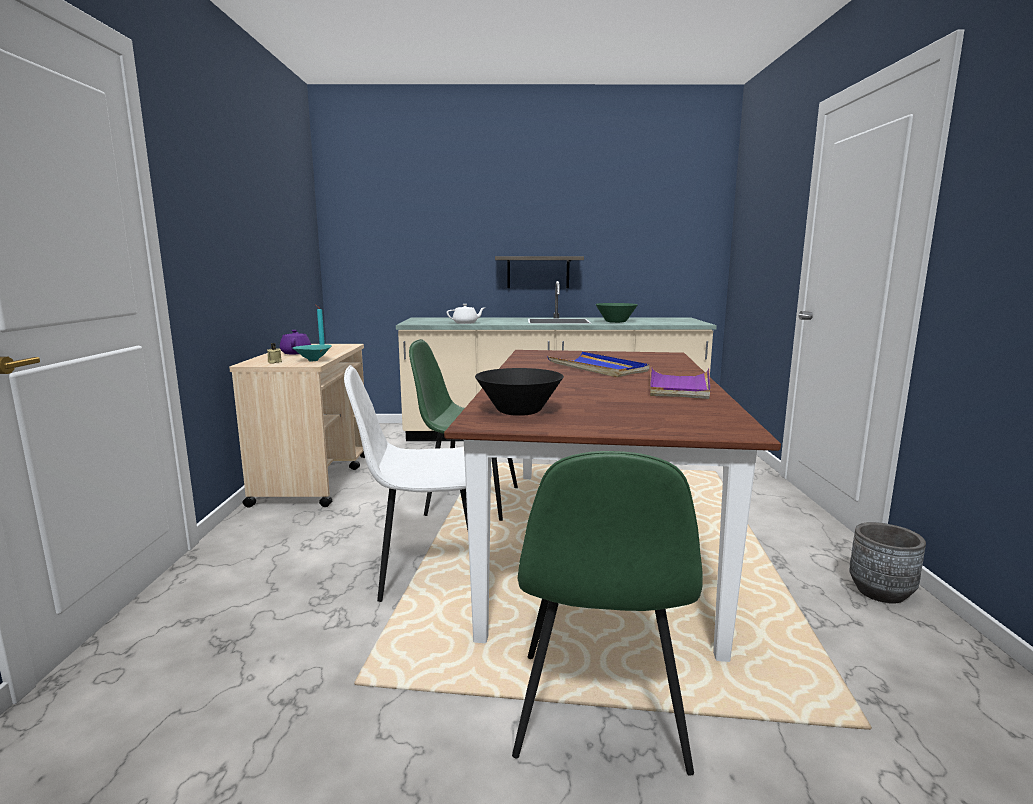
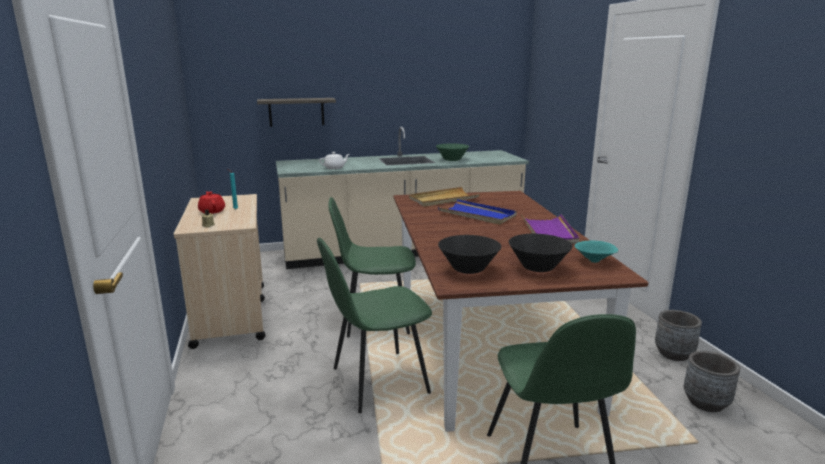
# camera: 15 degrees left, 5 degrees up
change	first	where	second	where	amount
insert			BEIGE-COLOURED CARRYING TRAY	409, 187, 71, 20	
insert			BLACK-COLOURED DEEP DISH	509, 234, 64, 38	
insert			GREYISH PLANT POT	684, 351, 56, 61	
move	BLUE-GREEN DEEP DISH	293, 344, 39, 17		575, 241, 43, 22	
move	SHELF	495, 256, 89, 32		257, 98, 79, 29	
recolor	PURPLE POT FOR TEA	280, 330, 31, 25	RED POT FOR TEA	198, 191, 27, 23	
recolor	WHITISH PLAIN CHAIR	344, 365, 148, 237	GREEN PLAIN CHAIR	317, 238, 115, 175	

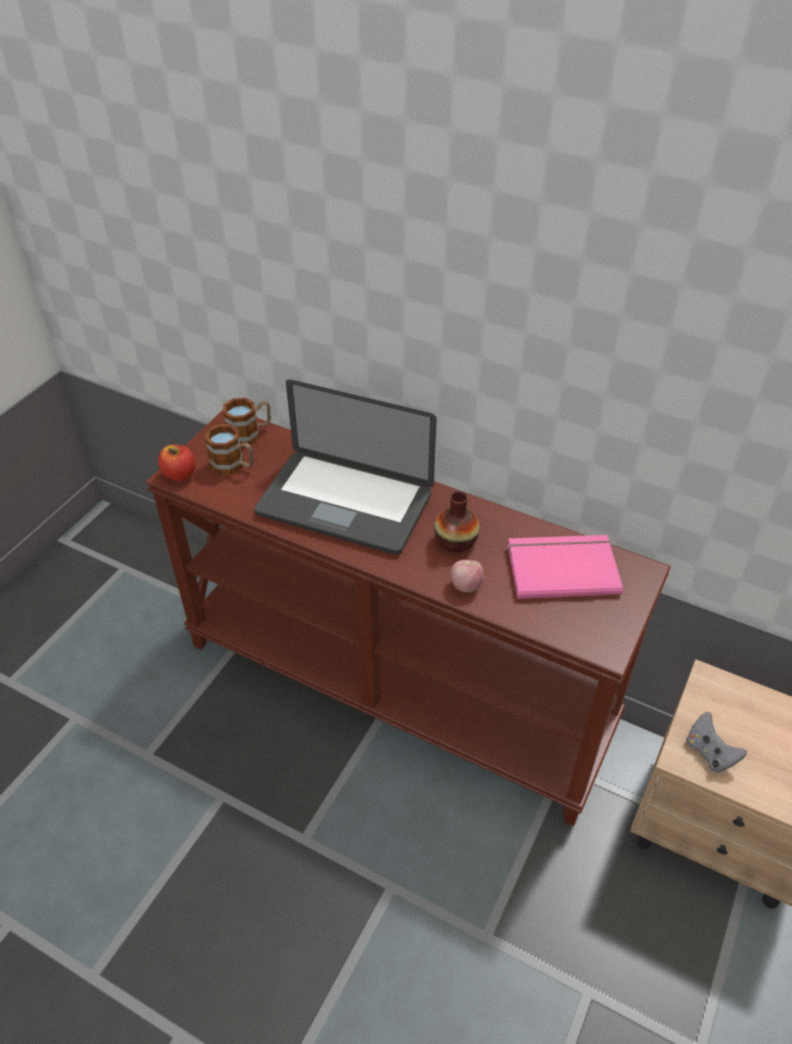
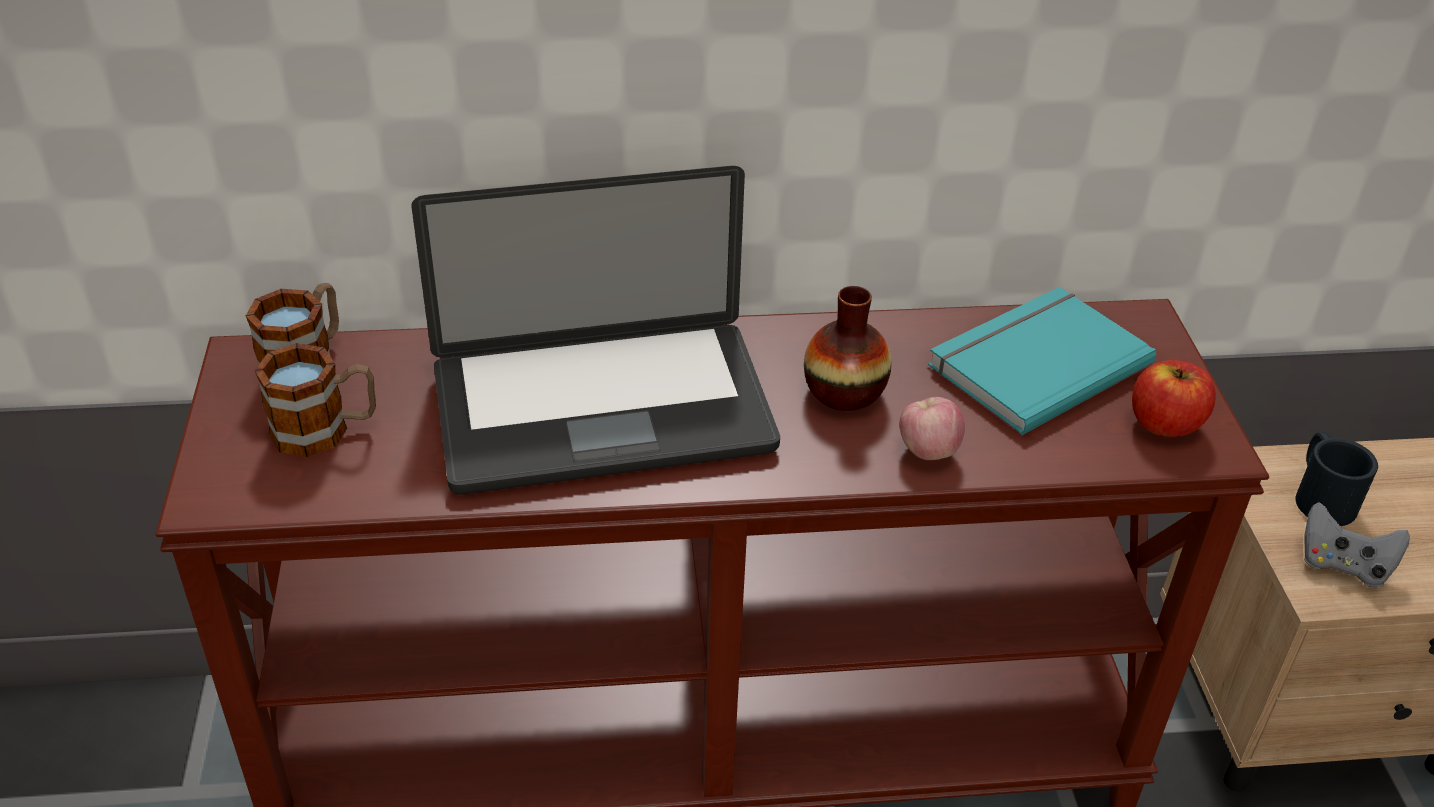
# camera: 35 degrees left, 5 degrees down
change	first	where	second	where	amount
insert			BLACK-COLOURED COFFEE MUG	1296, 432, 82, 94	
move	APPLE	158, 445, 37, 36		1132, 360, 84, 77	
recolor	PINKISH BOUND BOOK	508, 535, 115, 64	BLUE-GREEN BOUND BOOK	928, 287, 228, 148	

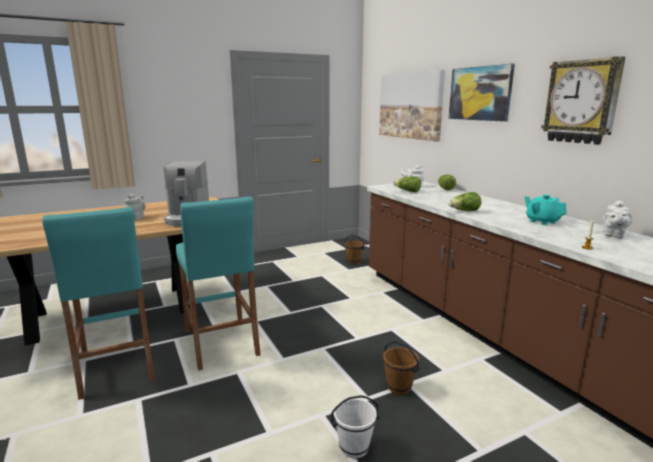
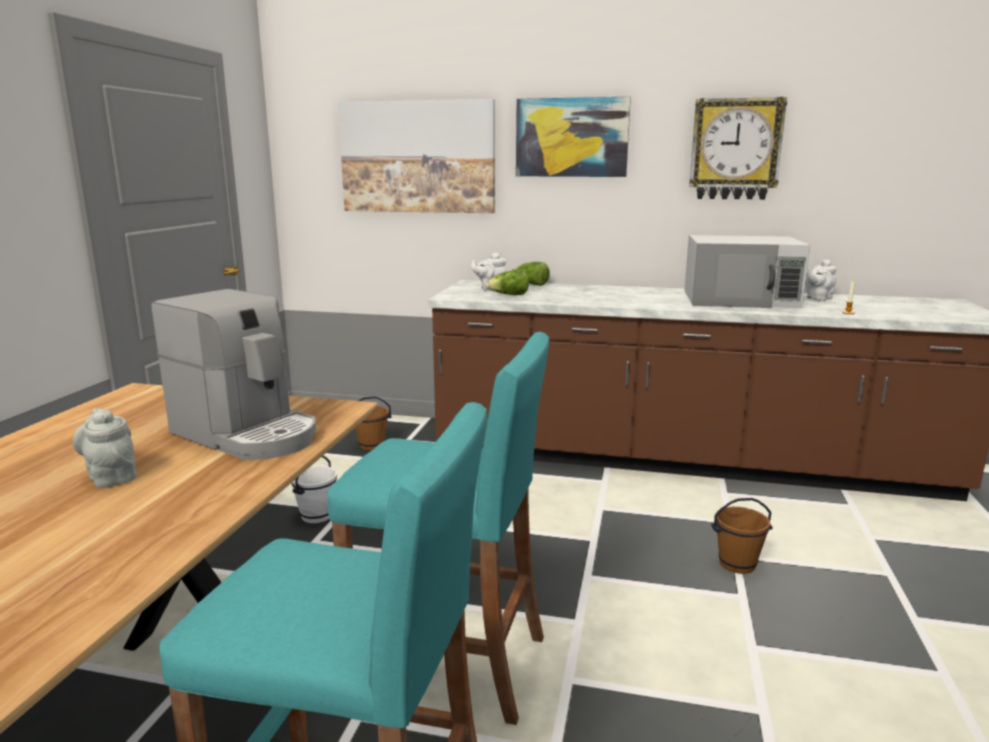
# camera: 50 degrees left, 0 degrees up
change	first	where	second	where	amount
delete	LETTUCE HEAD	448, 192, 34, 19			
move	WHITISH BUCKET	330, 395, 49, 63		291, 456, 46, 67	
replace	BLUE-GREEN POT FOR TEA	524, 194, 43, 31	WHITISH KITCHEN MICROWAVE	684, 235, 126, 73	
rotate	WHITISH POT FOR TEA	602, 200, 31, 39		805, 260, 32, 41	75 degrees clockwise

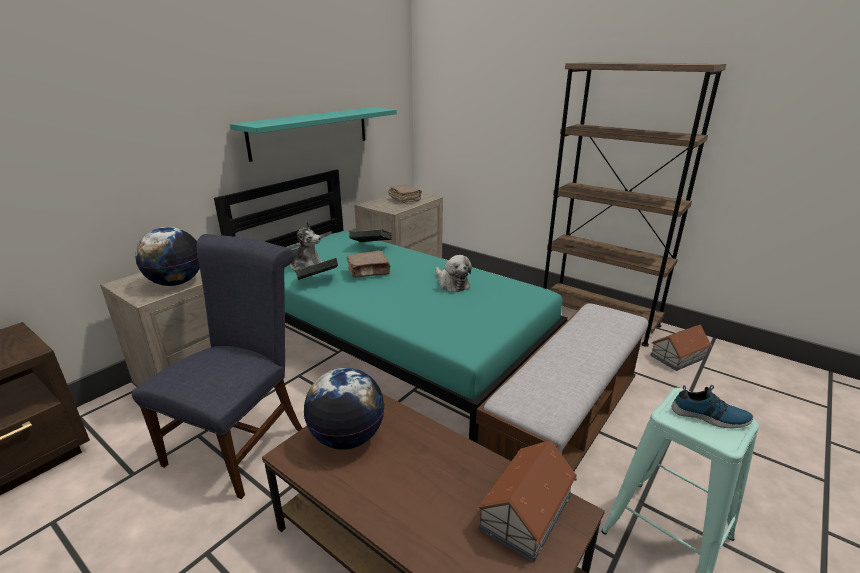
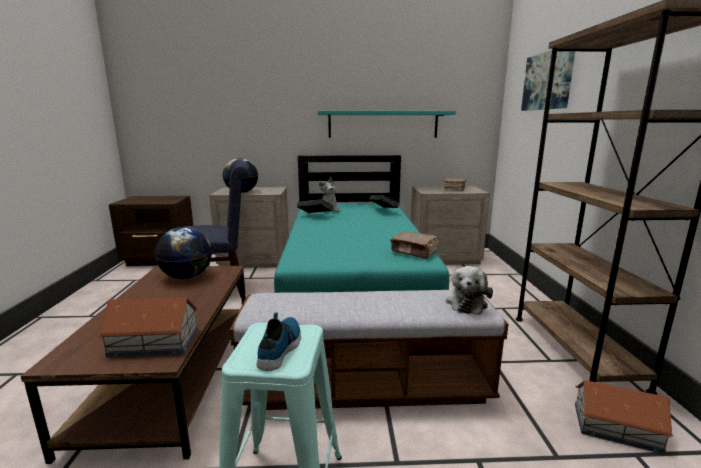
# camera: 50 degrees right, 10 degrees down
change	first	where	second	where	amount
insert			WALL ART	521, 50, 54, 61	
move	BROWNISH BOUND BOOK	347, 251, 44, 26		390, 231, 48, 28	
move	SOFT TOY	436, 255, 36, 37		446, 266, 47, 49	
rotate	SHOE	672, 385, 81, 44		256, 312, 45, 59	150 degrees counterclockwise

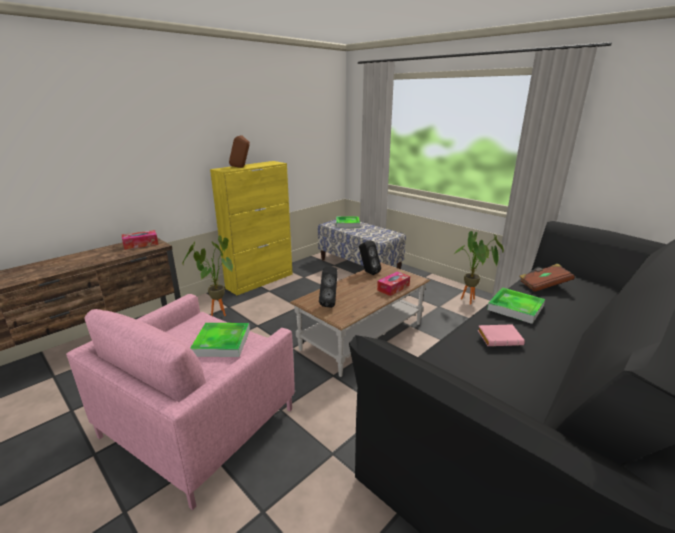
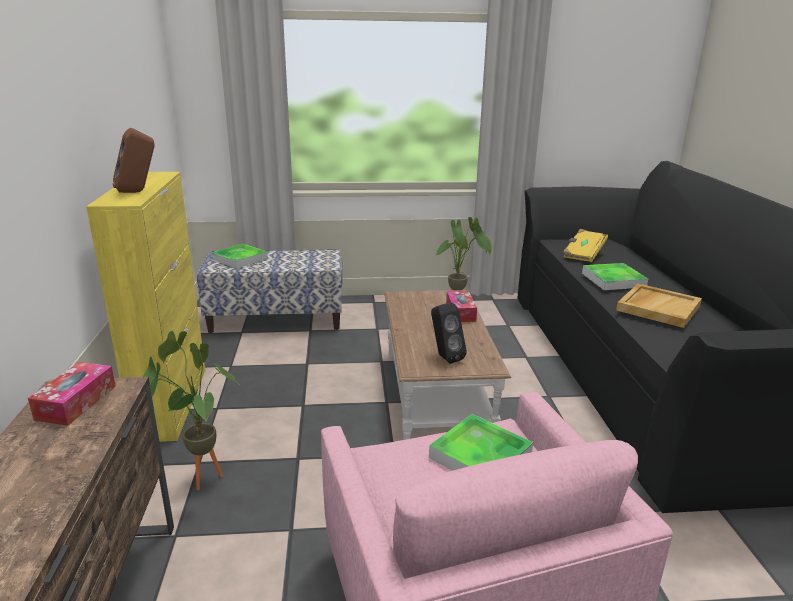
# camera: 50 degrees left, 0 degrees up
change	first	where	second	where	amount
delete	BLACK-COLOURED AUDIO SPEAKER	359, 240, 22, 35			
replace	PINKISH BOUND BOOK	478, 324, 47, 22	BEIGE-COLOURED CARRYING TRAY	616, 284, 86, 44	
recolor	BROWNISH BOUND BOOK	519, 264, 56, 28	YELLOW BOUND BOOK	563, 229, 45, 33	

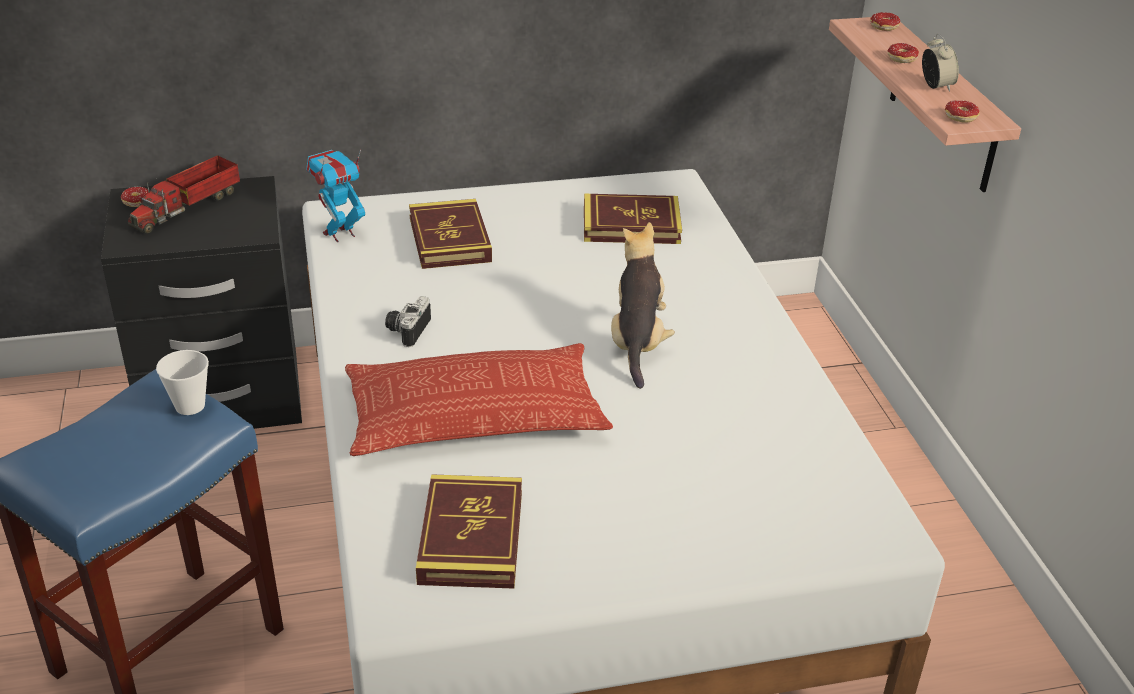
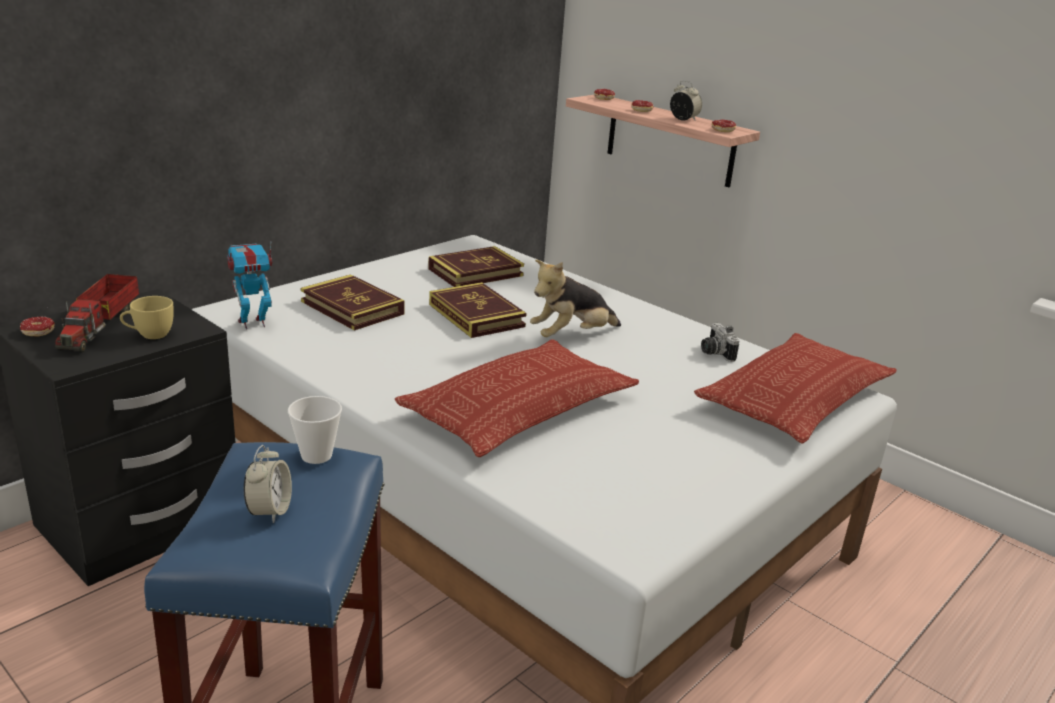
# camera: 35 degrees left, 10 degrees down
change	first	where	second	where	amount
insert			YELLOW CUP	120, 296, 54, 43	
insert			TABLE CLOCK	244, 445, 48, 78	
insert			THROW PILLOW	694, 333, 203, 110	
move	PHOTO CAMERA	385, 296, 46, 51		701, 323, 39, 39	
move	BOUND BOOK	416, 474, 106, 115		429, 282, 98, 56	
rotate	MODEL ROBOT	306, 150, 59, 92		227, 241, 45, 89	45 degrees clockwise
rotate	SOFT TOY	611, 222, 64, 167		530, 259, 91, 78	90 degrees counterclockwise

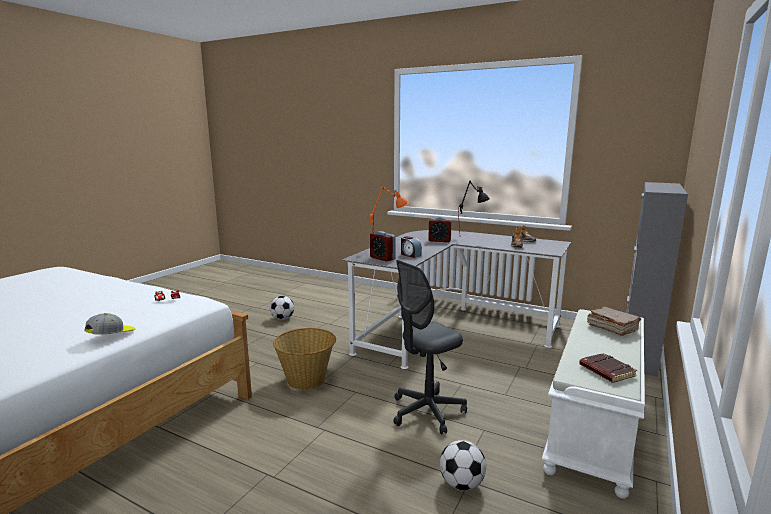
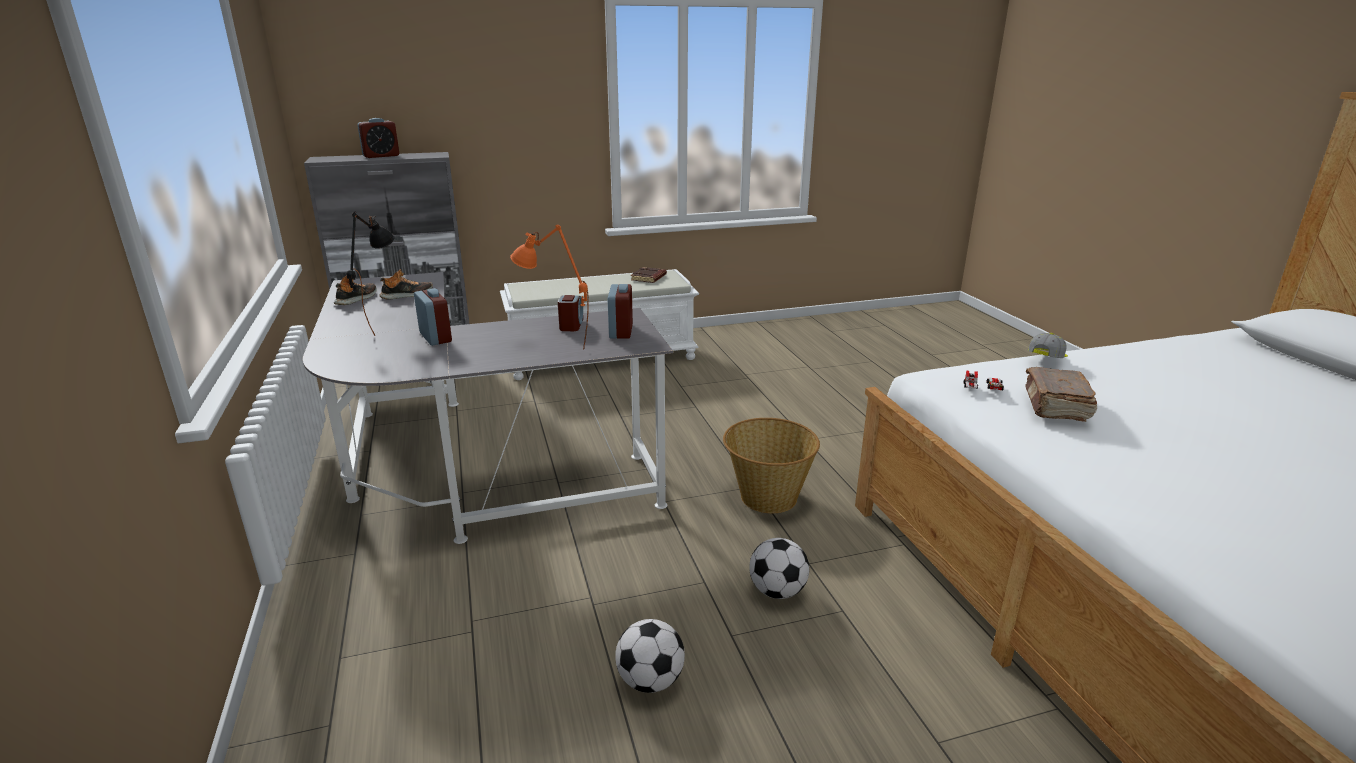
# camera: 135 degrees left, 10 degrees up
change	first	where	second	where	amount
delete	GREYISH OFFICE CHAIR	393, 260, 74, 175			
insert			TABLE CLOCK	357, 118, 42, 40	
move	BALL FOR FOOTBALL	440, 440, 46, 50		749, 538, 60, 61	
move	BROWNISH BOUND BOOK	587, 307, 54, 29		1025, 367, 72, 55	
rotate	BASEBALL CAP	85, 313, 50, 22		1028, 333, 40, 25	150 degrees clockwise

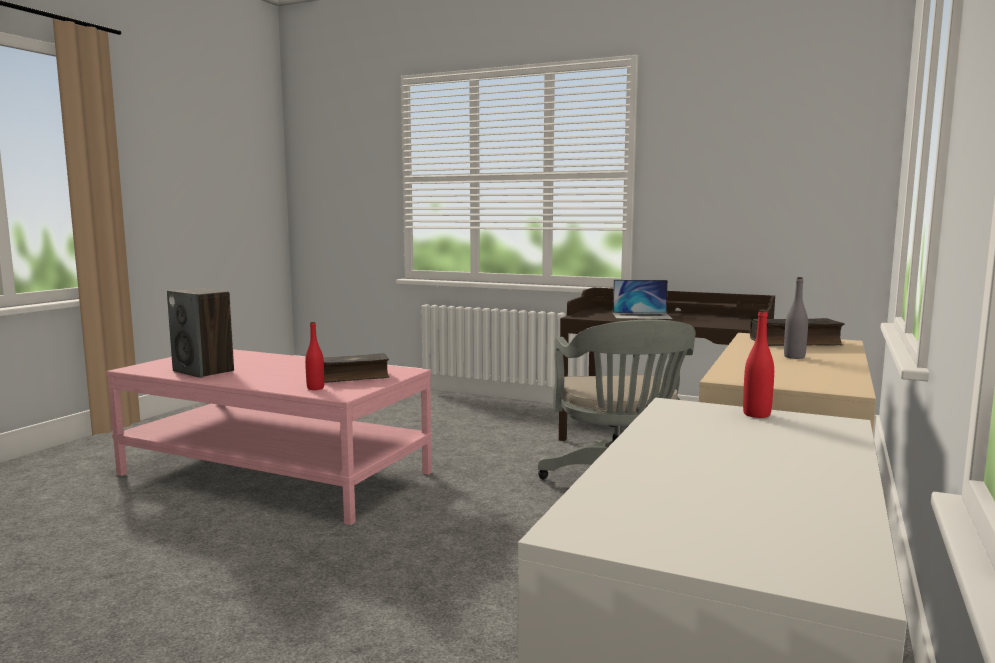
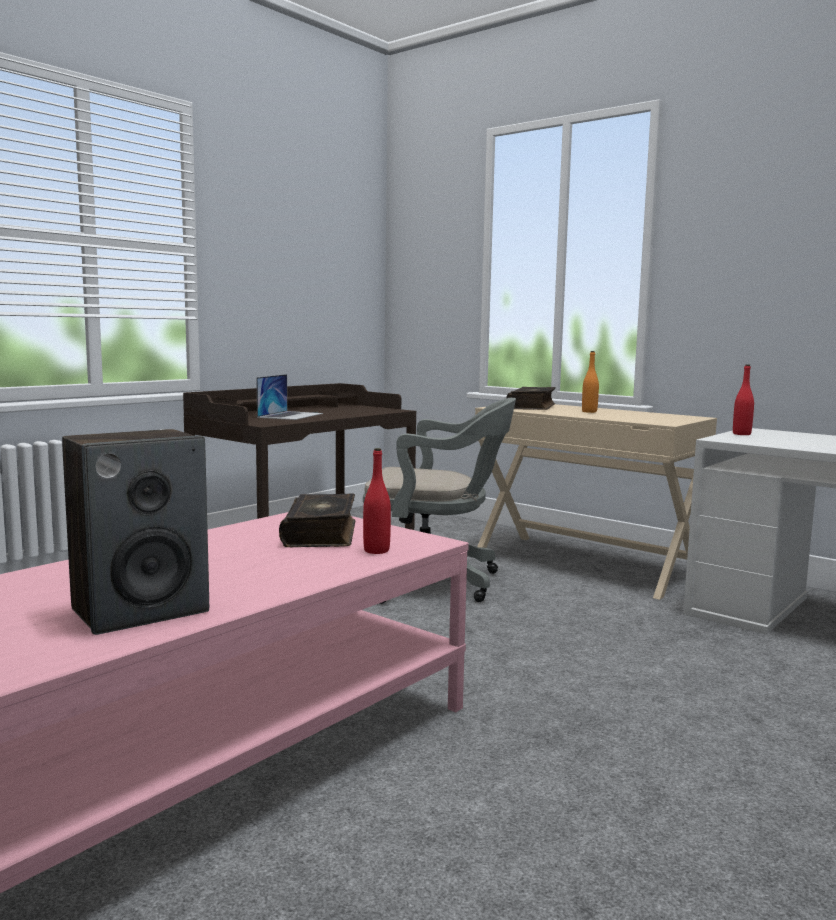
# camera: 75 degrees left, 0 degrees up
change	first	where	second	where	amount
recolor	GREYISH BEVERAGE BOTTLE	784, 277, 24, 82	ORANGE-COLOURED BEVERAGE BOTTLE	582, 351, 17, 62	

